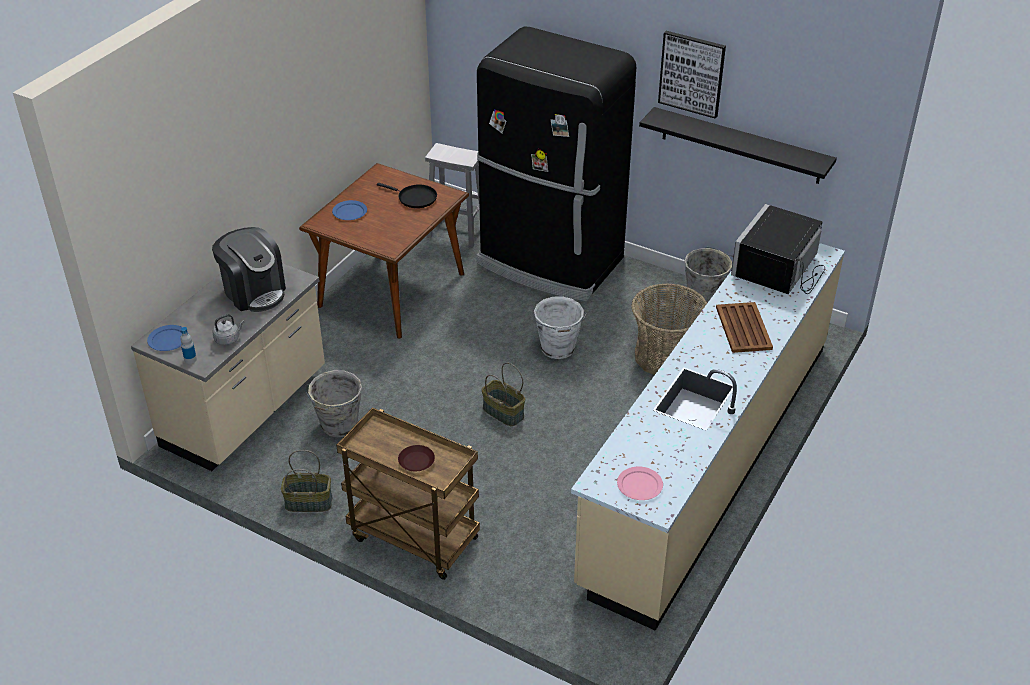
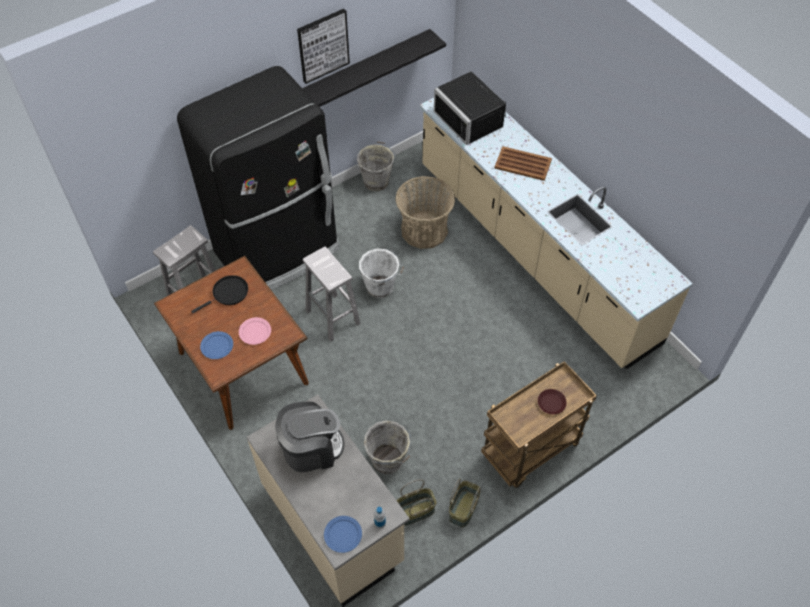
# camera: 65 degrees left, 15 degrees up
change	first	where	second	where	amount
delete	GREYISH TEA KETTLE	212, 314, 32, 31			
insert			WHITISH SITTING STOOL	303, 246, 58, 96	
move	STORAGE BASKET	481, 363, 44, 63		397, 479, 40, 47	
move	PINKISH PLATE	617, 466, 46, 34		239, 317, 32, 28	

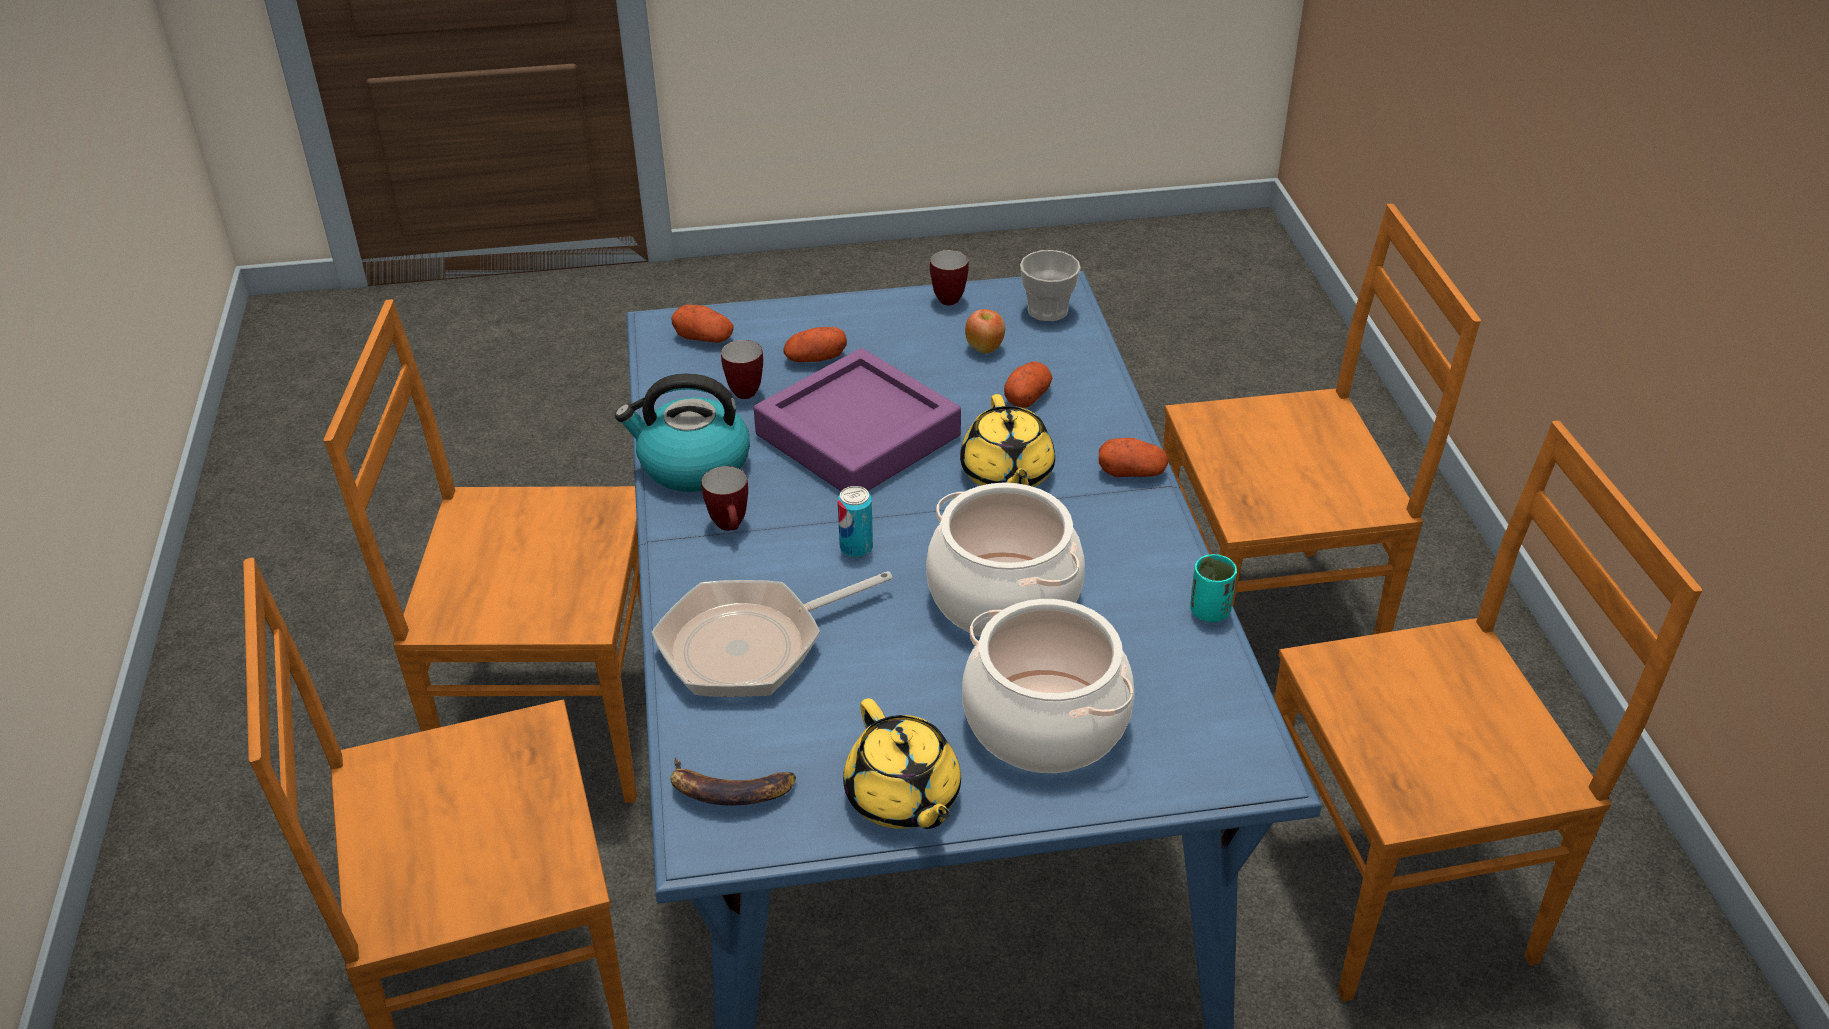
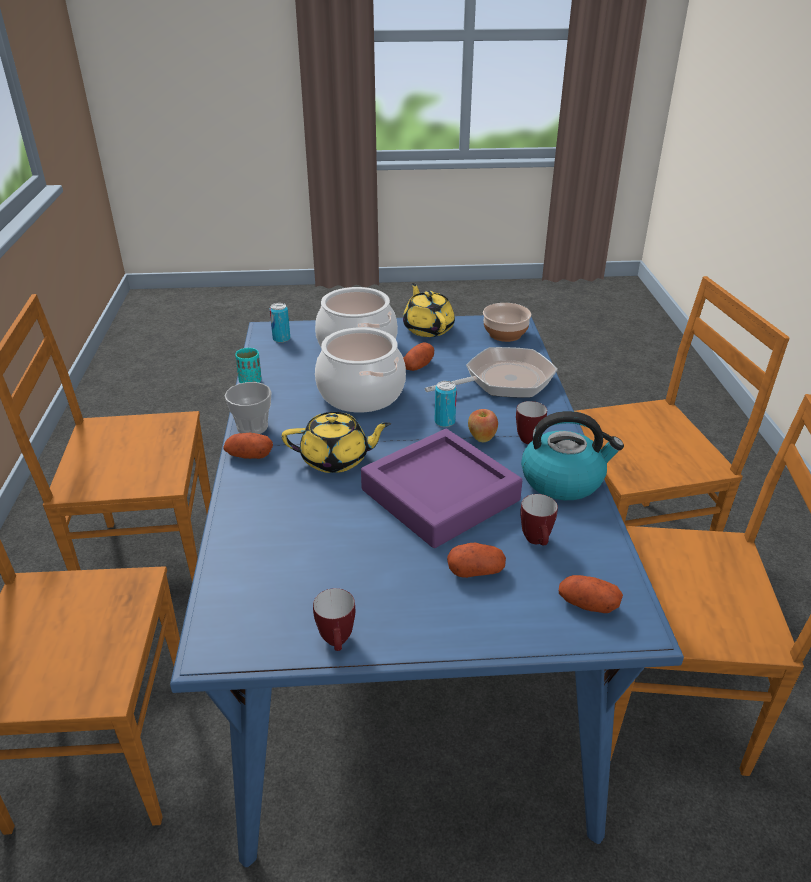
# camera: 175 degrees left, 5 degrees down
change	first	where	second	where	amount
insert			SEALED CAN	270, 303, 20, 40	
move	APPLE	965, 309, 40, 45		468, 409, 30, 33	
move	WHOLE POTATO	1004, 361, 48, 47		403, 342, 31, 29	
move	CUP	1020, 250, 61, 71		225, 382, 46, 52	
replace	WHOLE BANANA	670, 757, 126, 49	DEEP DISH	483, 303, 48, 39	
rotate	YELLOW POT FOR TEA	960, 394, 95, 93		282, 412, 109, 61	90 degrees clockwise

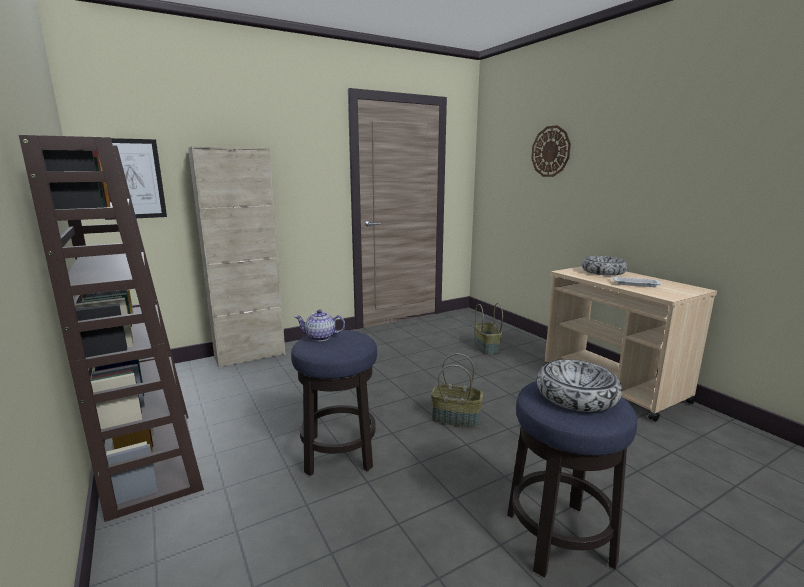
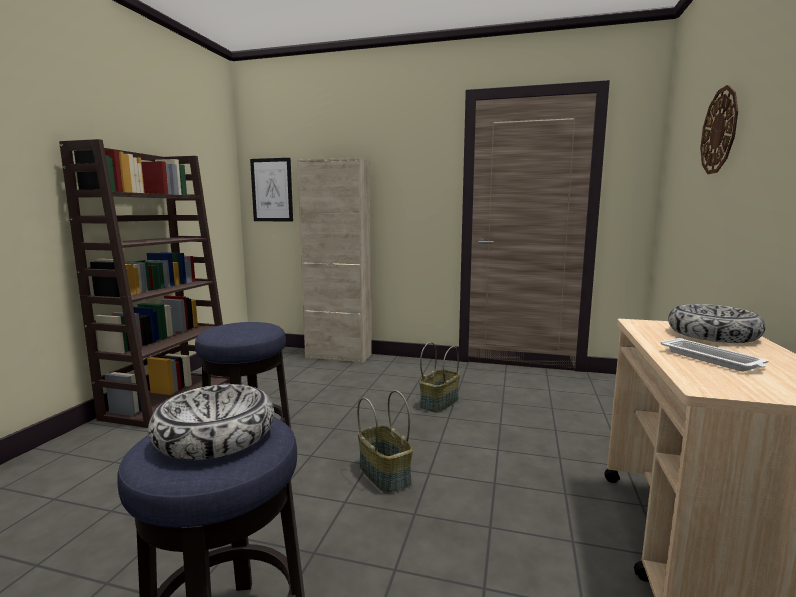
# camera: 45 degrees right, 5 degrees down
change	first	where	second	where	amount
delete	POT FOR TEA	295, 309, 50, 32			
move	STORAGE BASKET	474, 303, 29, 52		419, 342, 41, 71	

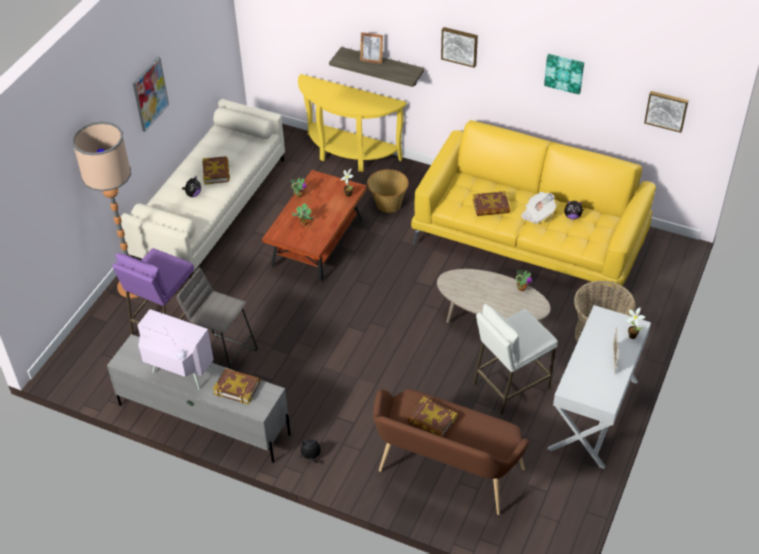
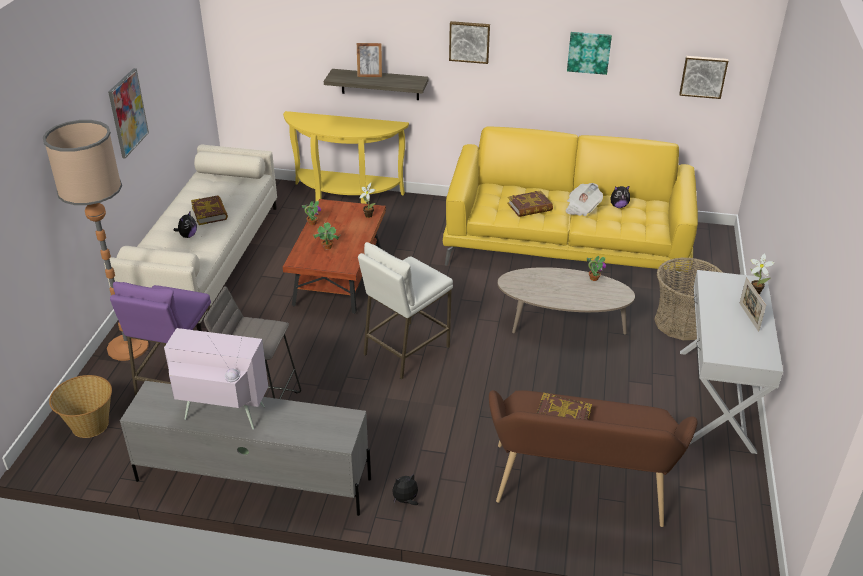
# camera: 15 degrees left, 10 degrees down
change	first	where	second	where	amount
delete	BOUND BOOK	213, 368, 48, 37			
move	STORAGE BASKET	367, 169, 42, 44		49, 375, 63, 63	
move	WHITISH SITTING STOOL	473, 304, 85, 111		358, 242, 95, 138	

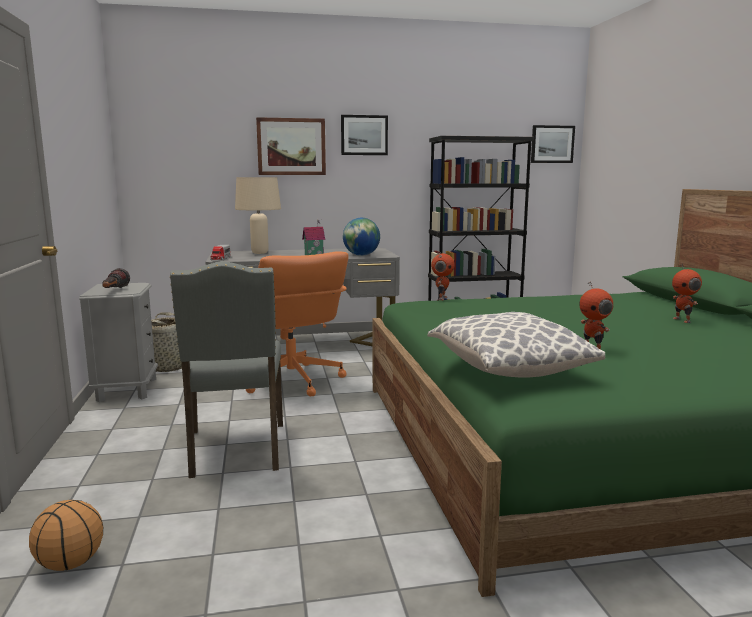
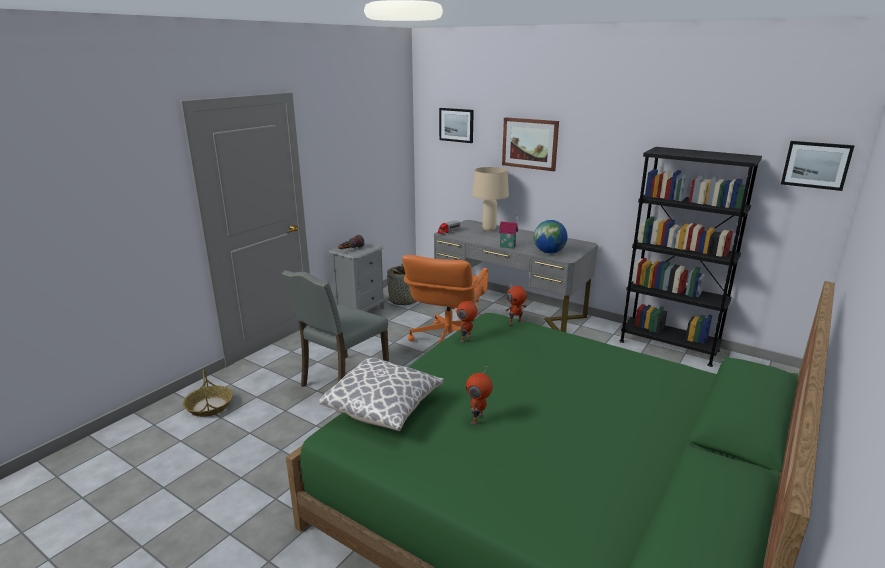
# camera: 45 degrees right, 10 degrees up
change	first	where	second	where	amount
move	WALL ART	341, 115, 47, 40		439, 108, 35, 35	
move	MODEL ROBOT	672, 263, 30, 60		457, 296, 21, 46	
replace	BASKETBALL	29, 500, 74, 71	STORAGE BASKET	183, 369, 50, 48	

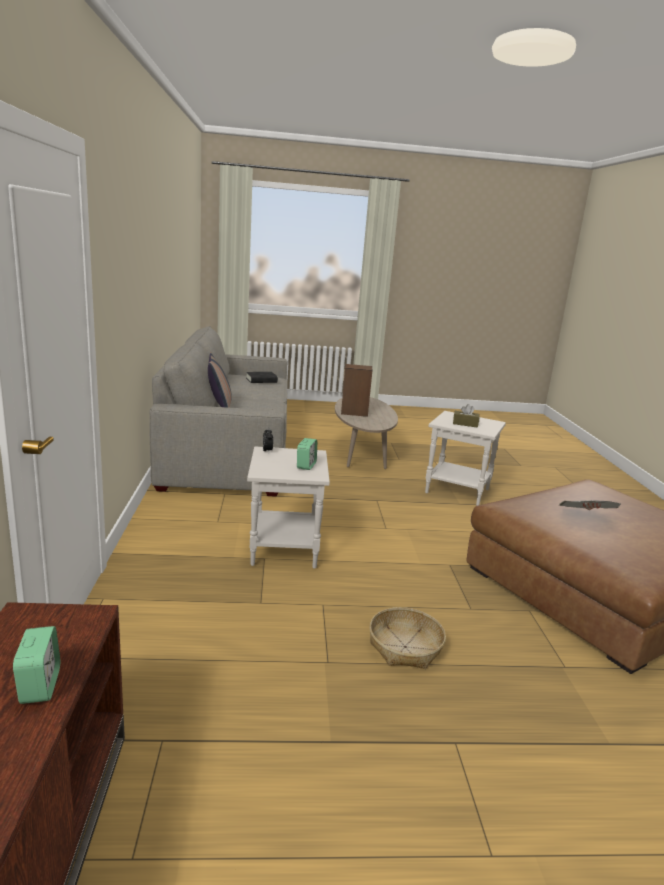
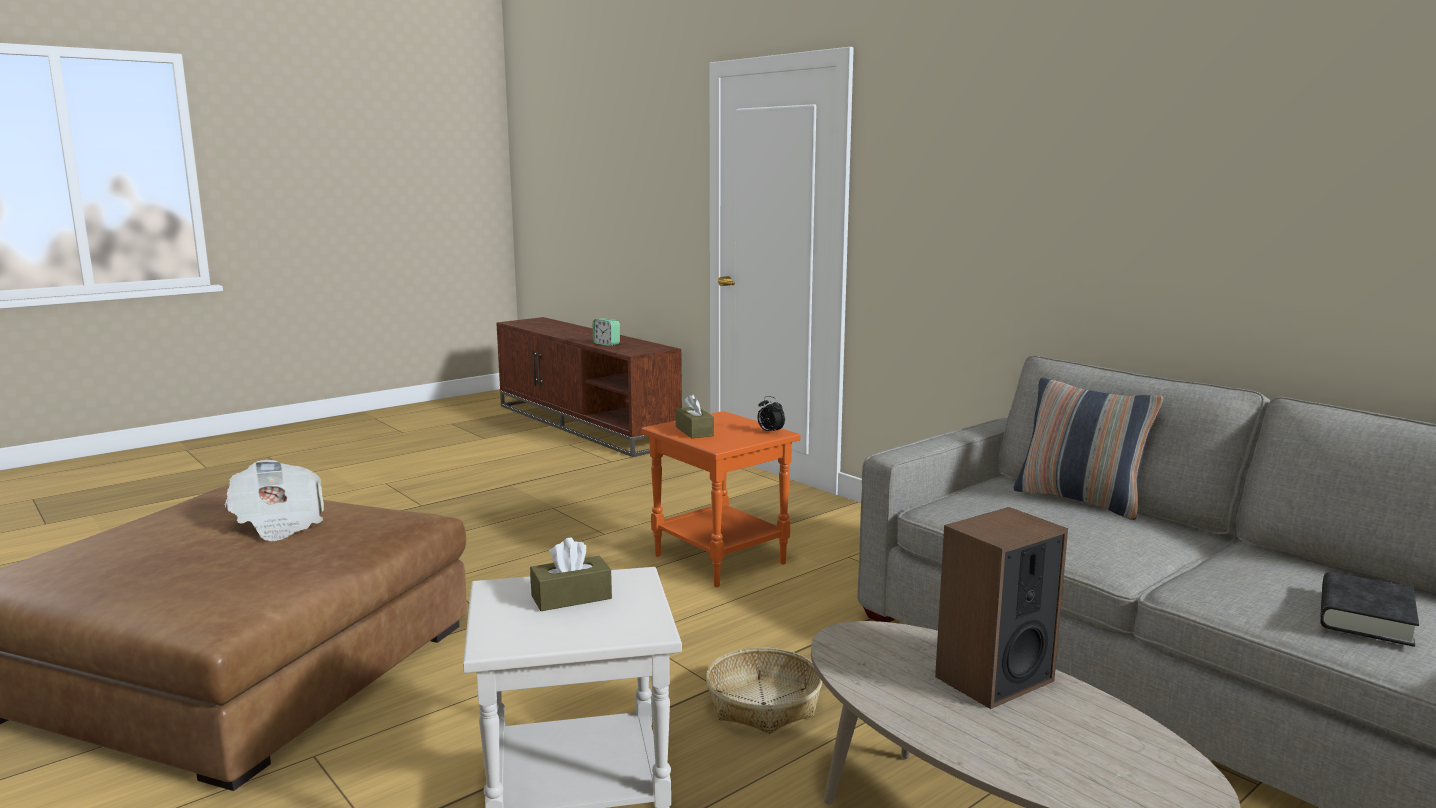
# camera: 145 degrees right, 5 degrees down
change	first	where	second	where	amount
move	STORAGE BASKET	370, 607, 76, 62		706, 647, 116, 87	
replace	TABLE CLOCK	297, 438, 20, 32	BROWNISH BOX OF TISSUES	675, 394, 39, 44	
recolor	WHITISH ACCENT TABLE	247, 447, 83, 122	ORANGE-COLOURED ACCENT TABLE	641, 411, 160, 176	

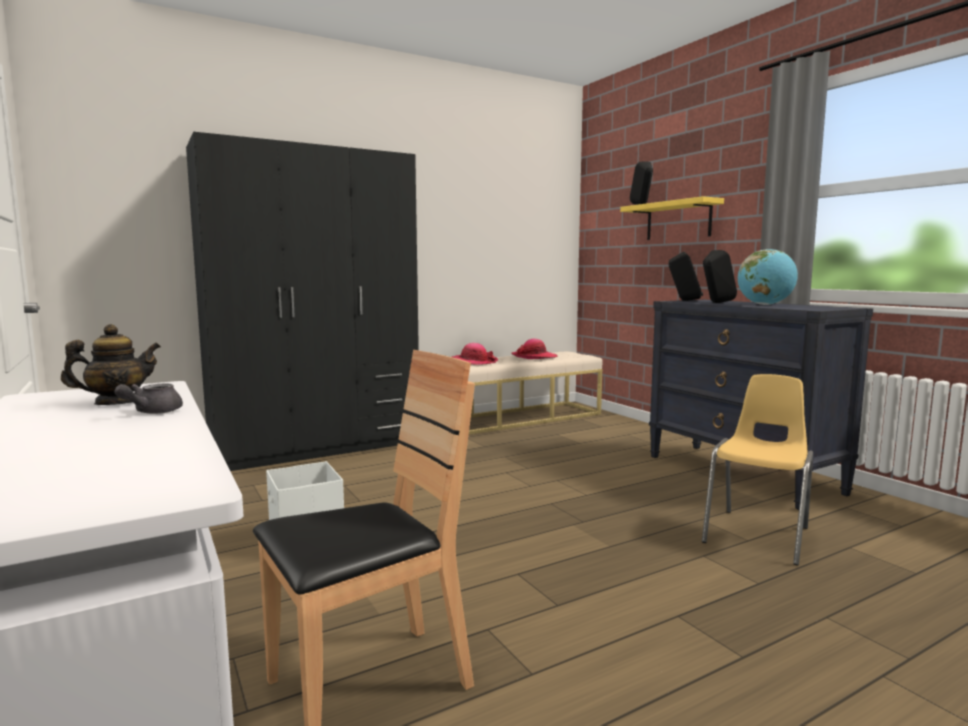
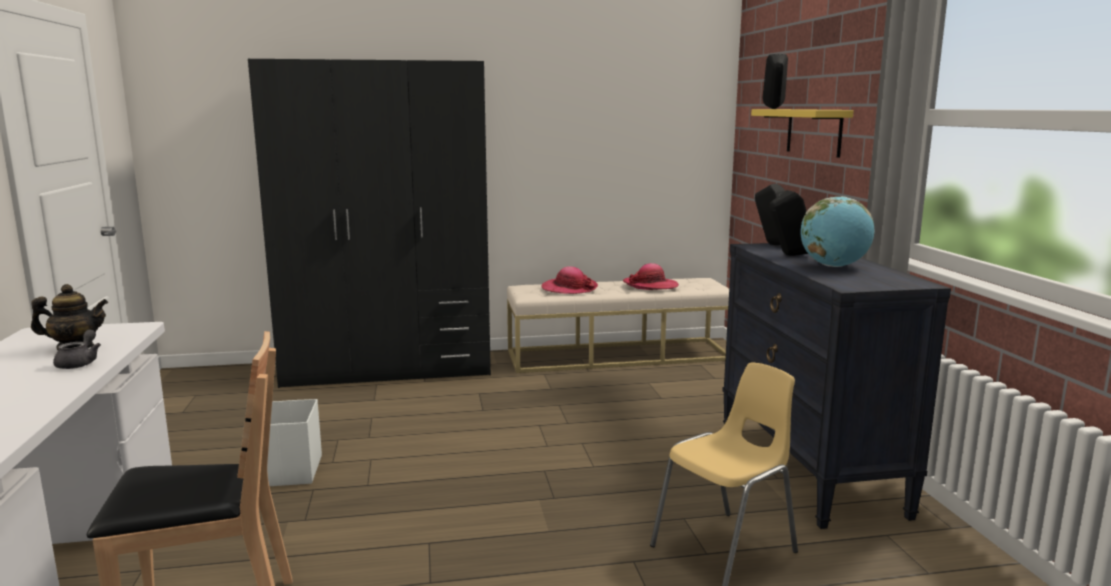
# camera: 20 degrees right, 5 degrees up
change	first	where	second	where	amount
rotate	GREYISH POT FOR TEA	115, 384, 68, 30		53, 329, 48, 40	135 degrees clockwise

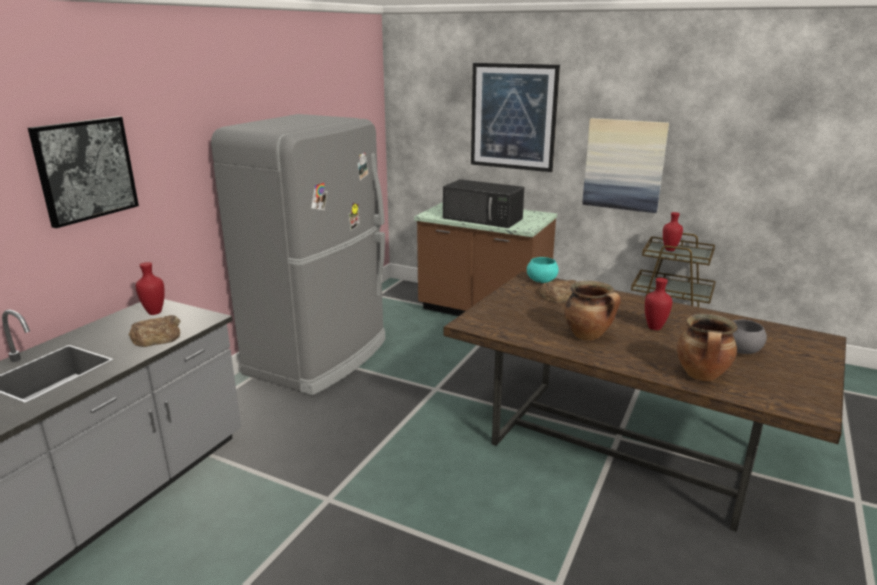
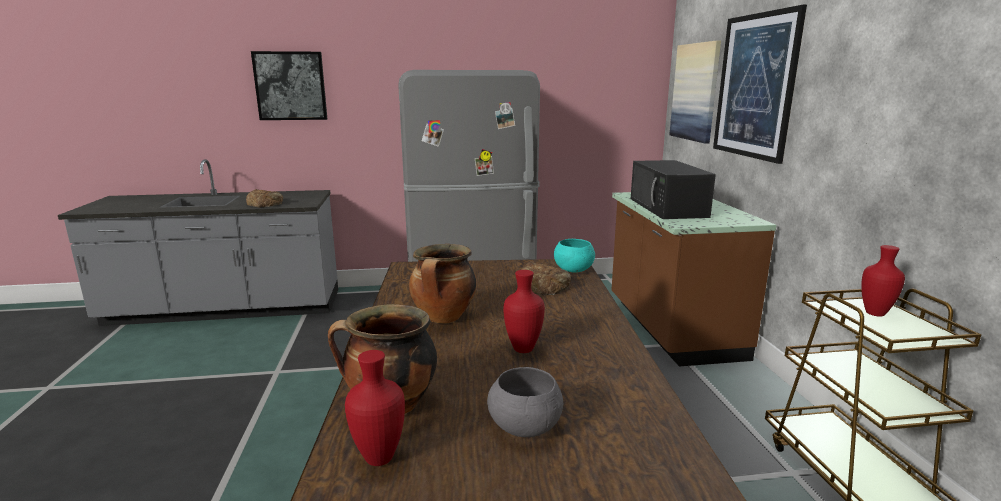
# camera: 55 degrees right, 5 degrees down
change	first	where	second	where	amount
move	RED VASE	135, 262, 30, 53		345, 350, 60, 116	
move	WALL ART	582, 118, 87, 95		669, 41, 52, 102	

